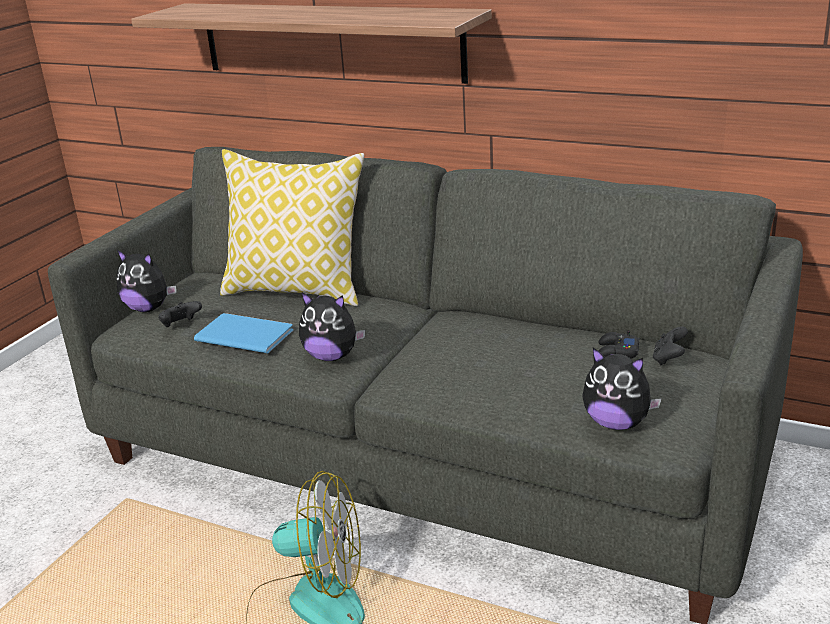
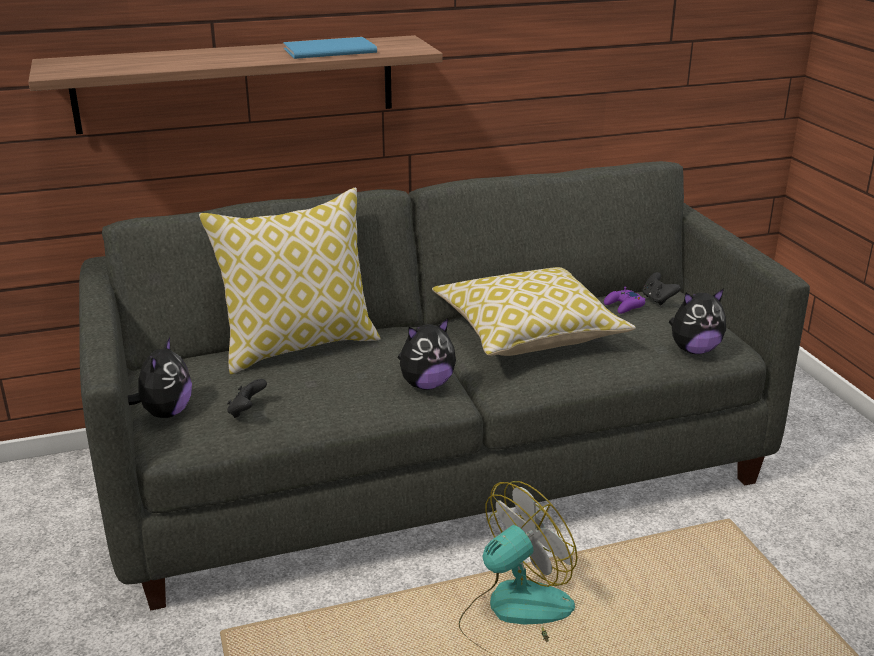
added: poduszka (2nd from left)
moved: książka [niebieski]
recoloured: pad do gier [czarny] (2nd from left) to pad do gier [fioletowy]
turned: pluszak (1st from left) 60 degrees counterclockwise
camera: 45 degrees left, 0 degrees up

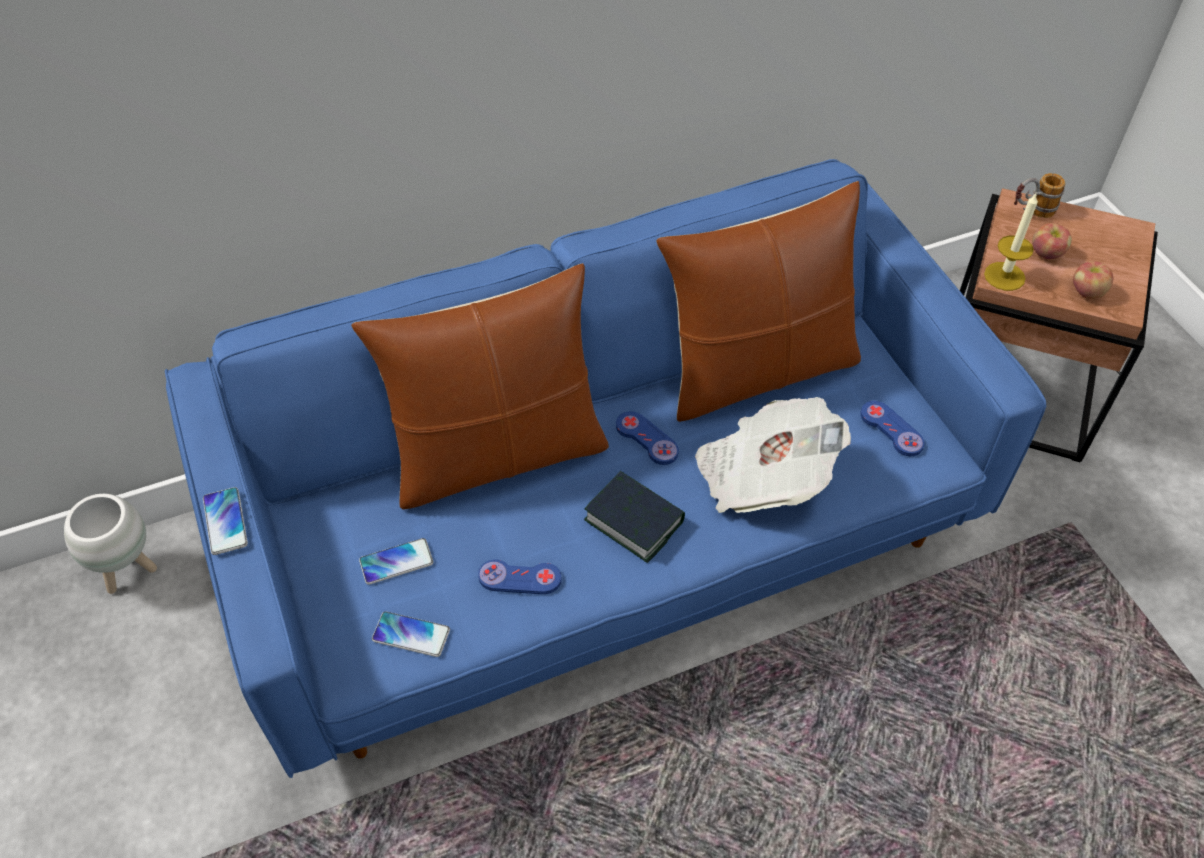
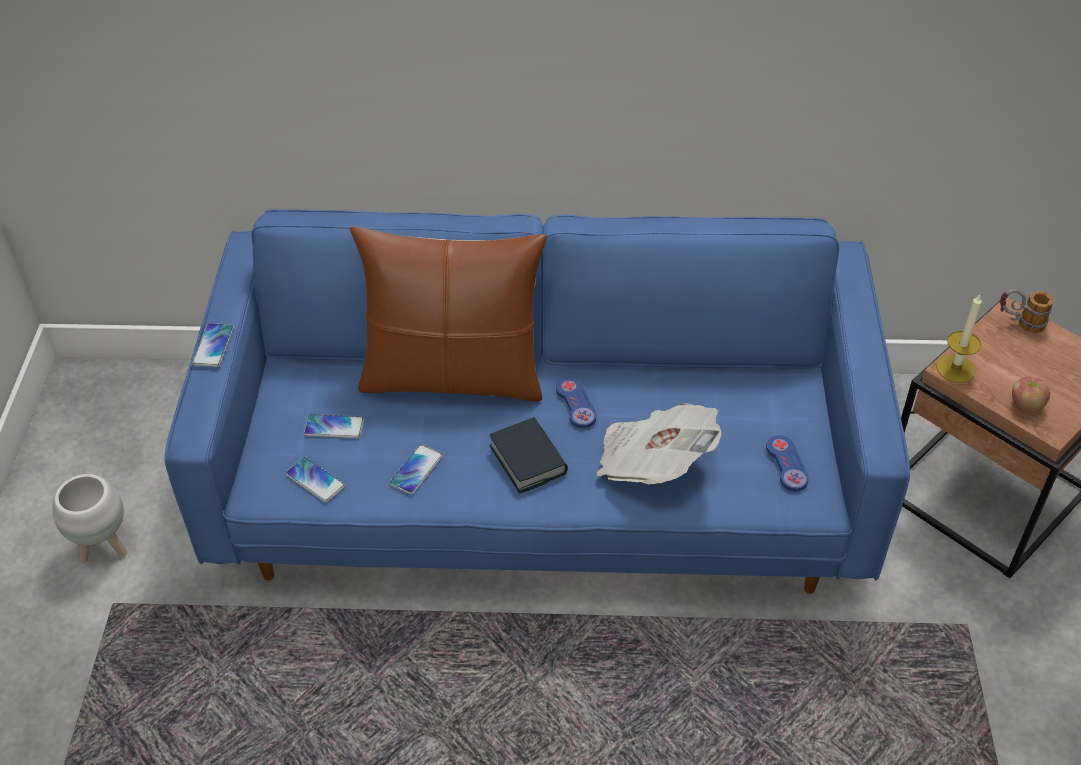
removed: poduszka [brązowy] (2nd from left); jabłko (1st from left)
moved: donica [biały]
replaced: pad do gier [niebieski] (1st from left) to telefon (4th from left)
camera: 25 degrees right, 5 degrees down

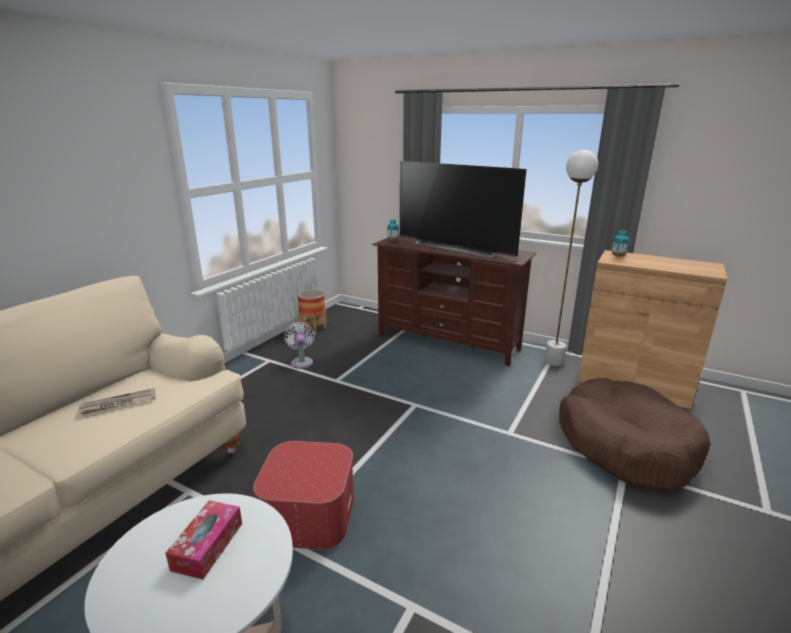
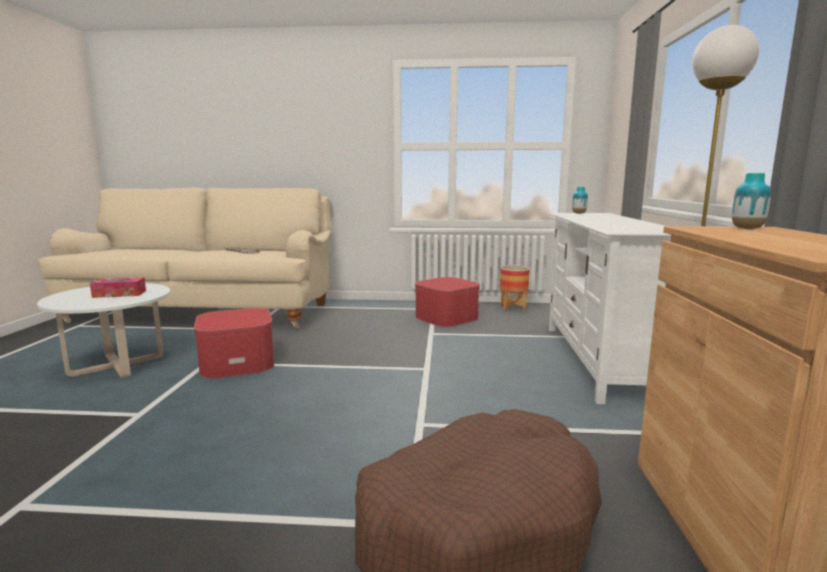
removed: telewizor
replaced: wentylator [biały] to pufa (2nd from left)
recoloured: szafka pod telewizor [brązowy] to szafka pod telewizor [biały]
camera: 65 degrees right, 10 degrees down

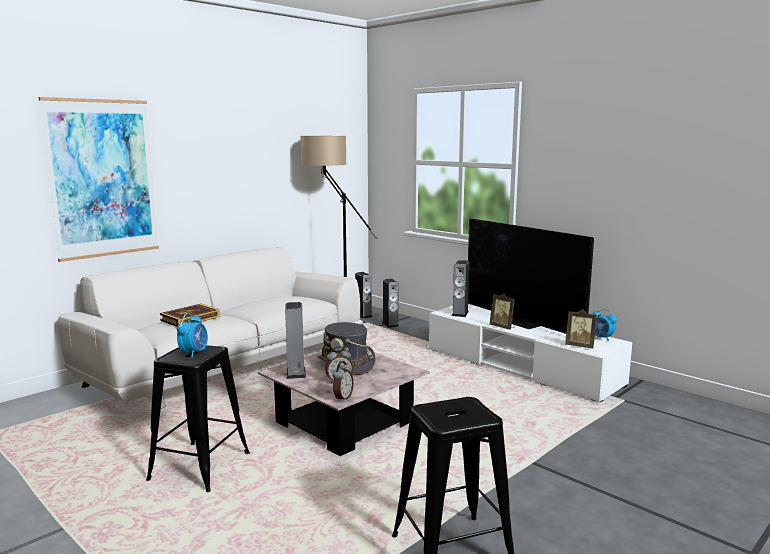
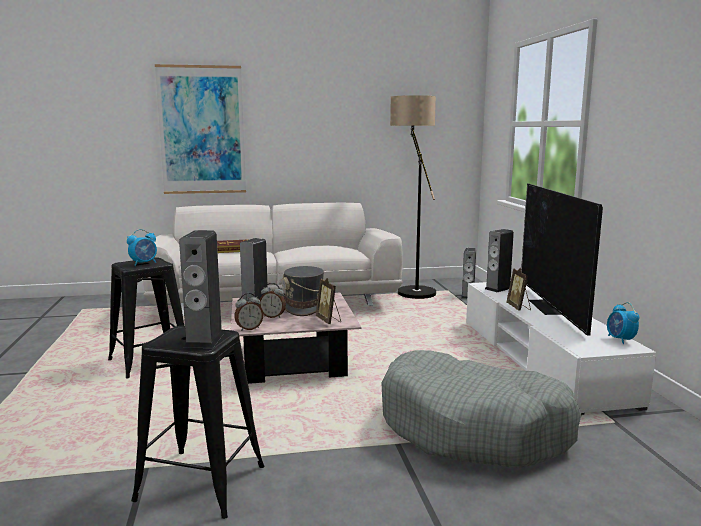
added: legowisko [szary]
moved: głośnik (2nd from left in the first image) to głośnik (1st from left); ramka na zdjęcie (2nd from left in the first image) to ramka na zdjęcie (1st from left)
camera: 35 degrees right, 0 degrees up

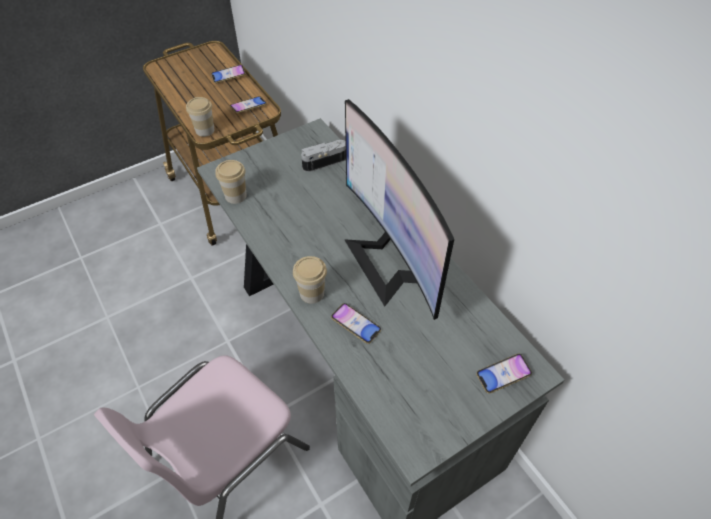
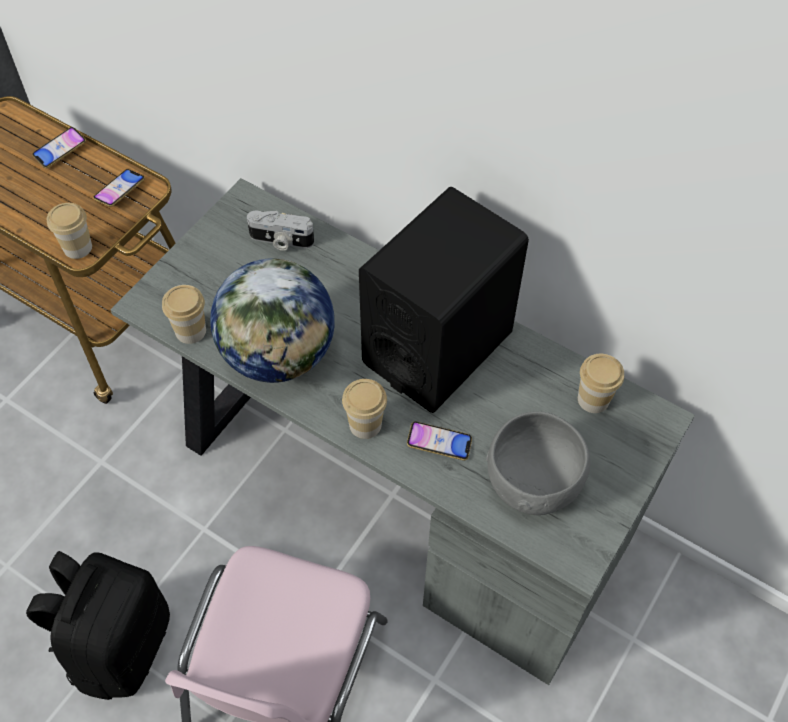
removed: telefon (4th from left)
added: plecak [czarny]; globus; miska [szary]; filiżanka (4th from left)
replaced: monitor to głośnik [czarny]
turned: aparat fotograficzny 120 degrees counterclockwise
camera: 25 degrees left, 5 degrees up

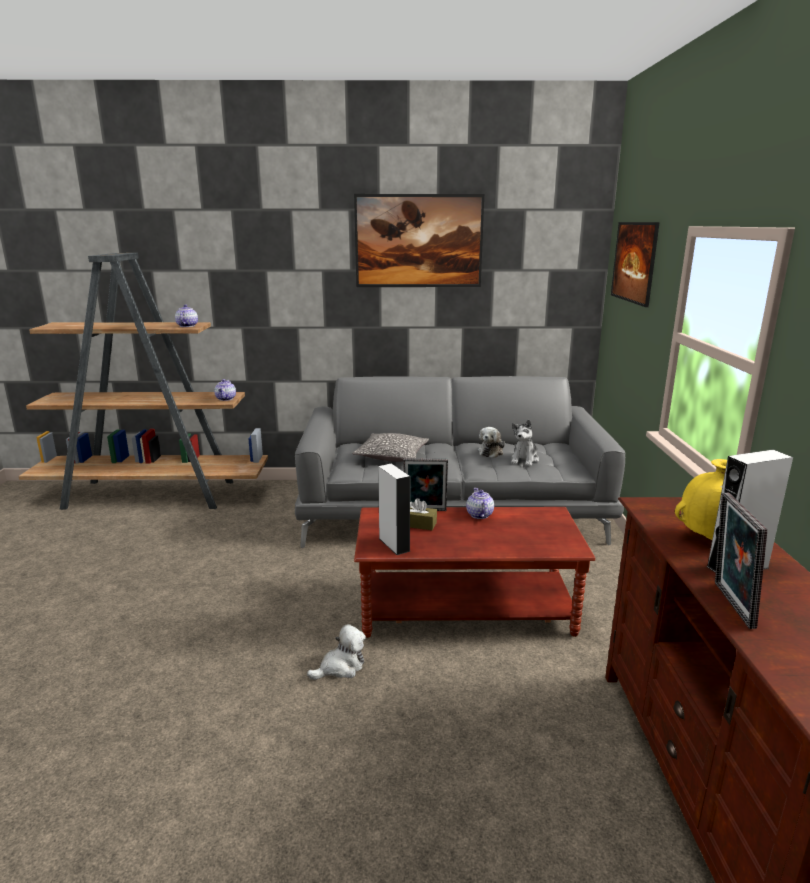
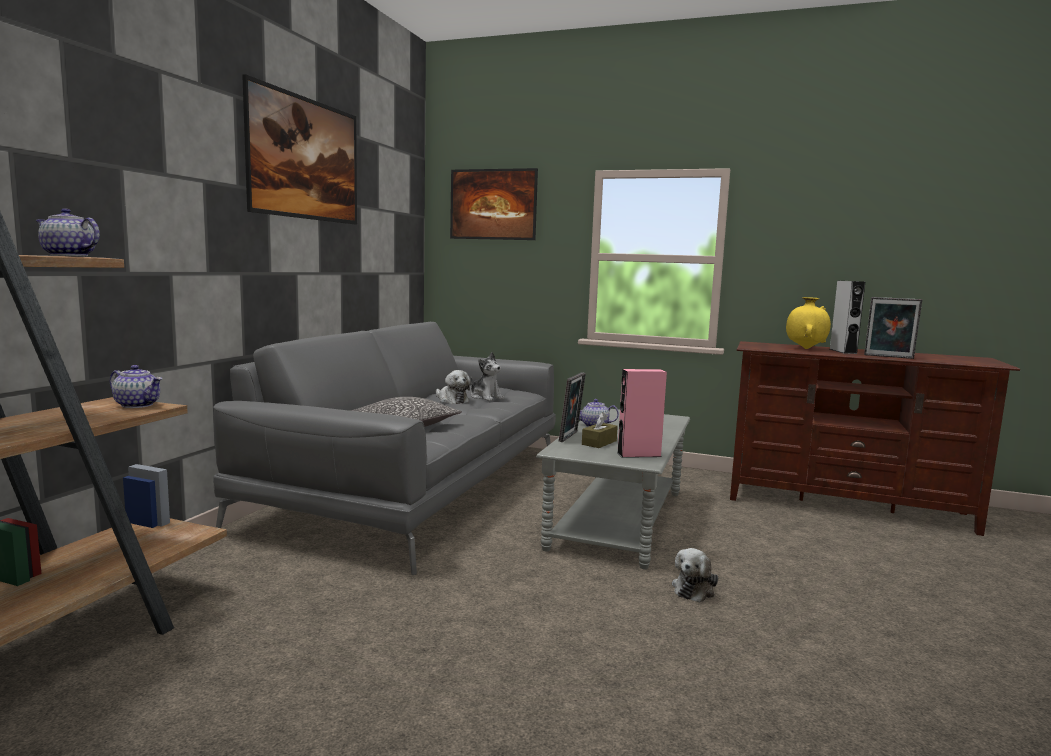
recoloured: ława [brązowy] to ława [szary]; głośnik [szary] (1st from left) to głośnik [różowy]
turned: pluszak (1st from left in the first image) 135 degrees counterclockwise
camera: 70 degrees left, 10 degrees down

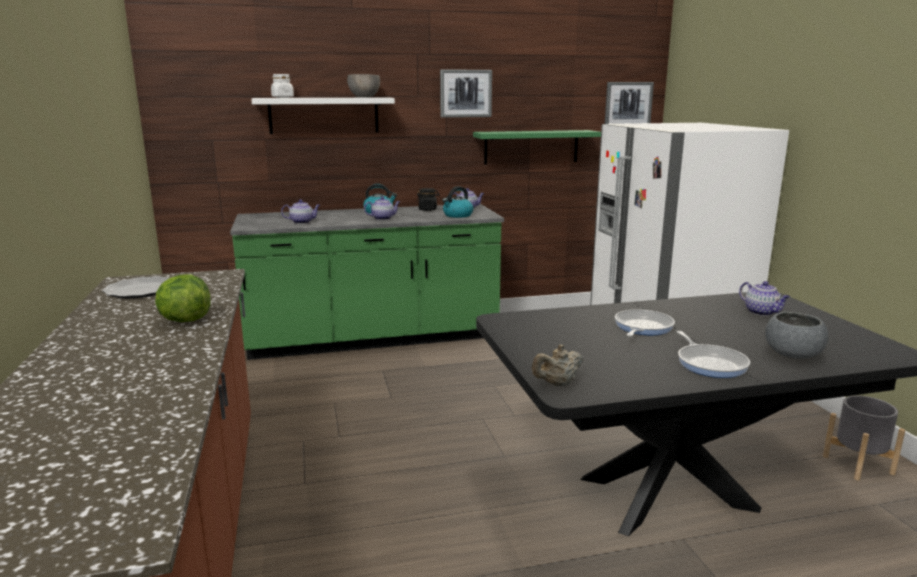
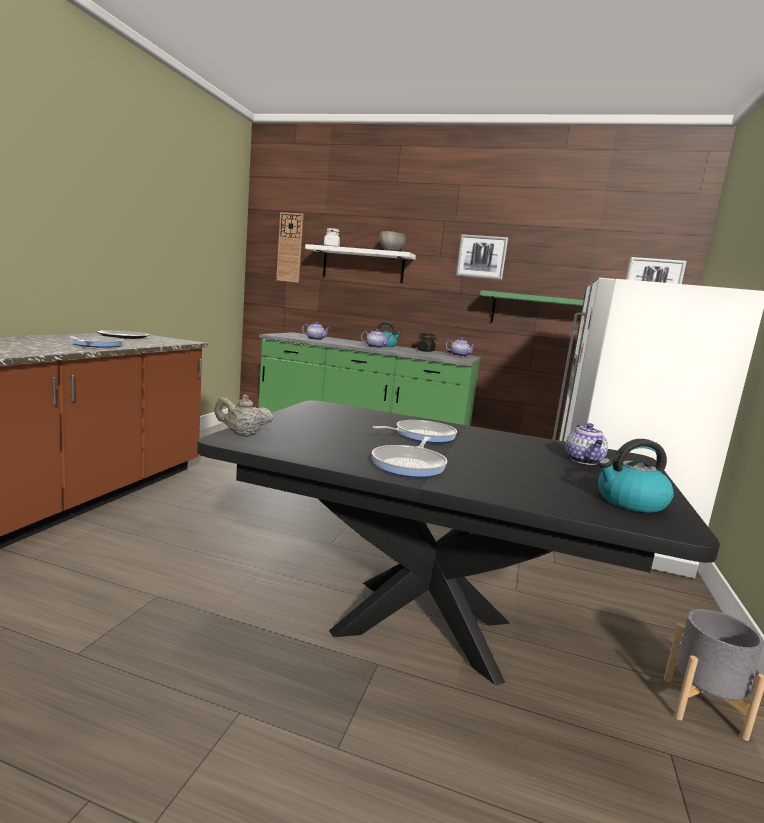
removed: miska [szary] (2nd from left)
added: zegar ścienny
moved: czajnik (2nd from left)
replaced: sałata to patelnia (1st from left)
camera: 30 degrees right, 5 degrees down

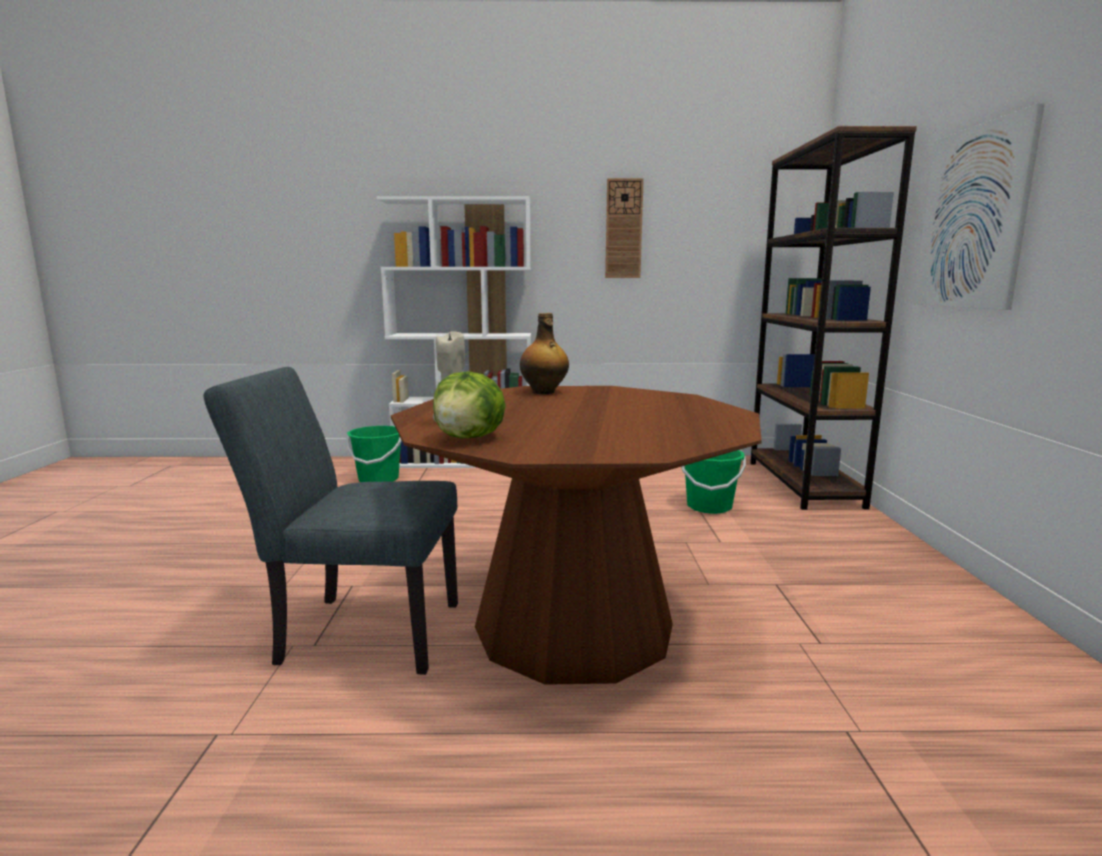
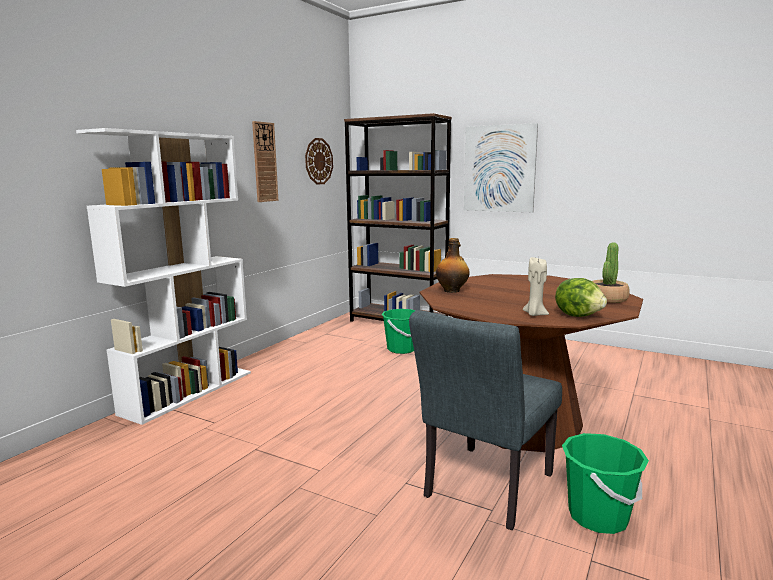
added: zegar ścienny (2nd from left); roślina doniczkowa
moved: wiadro [zielony] (1st from left in the first image) to wiadro [zielony] (2nd from left)
camera: 60 degrees left, 0 degrees up

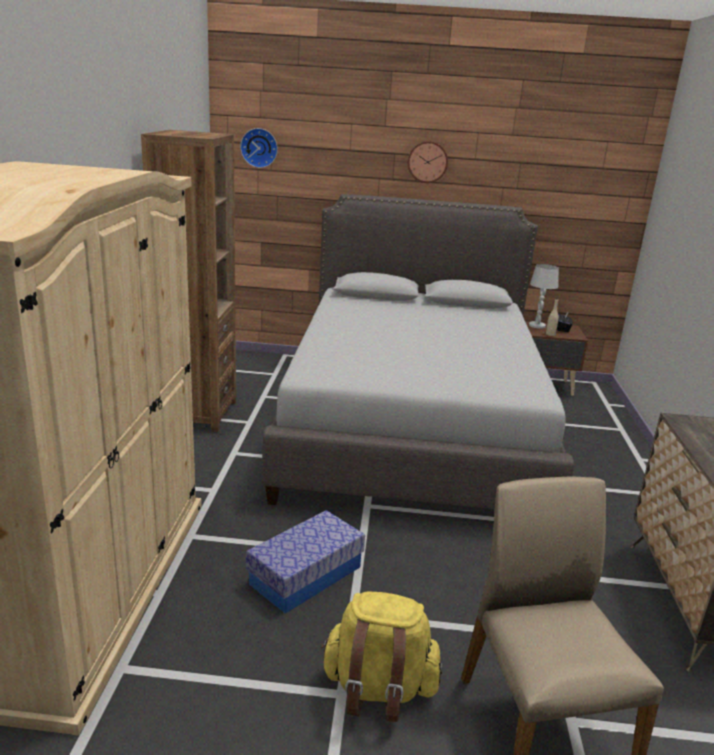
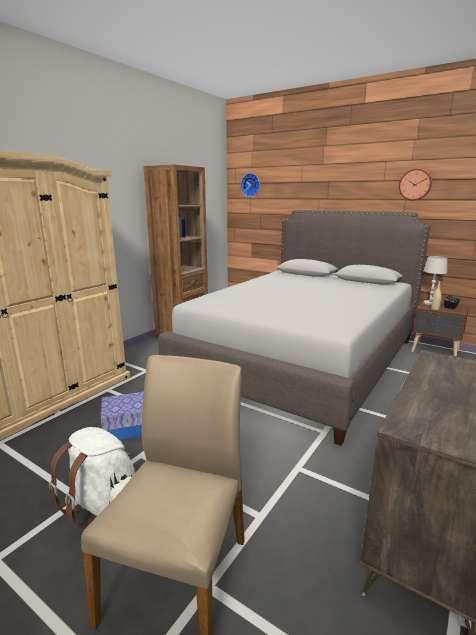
moved: zegar ścienny (2nd from left)
recoloured: plecak [żółty] to plecak [biały]
camera: 30 degrees right, 5 degrees down

